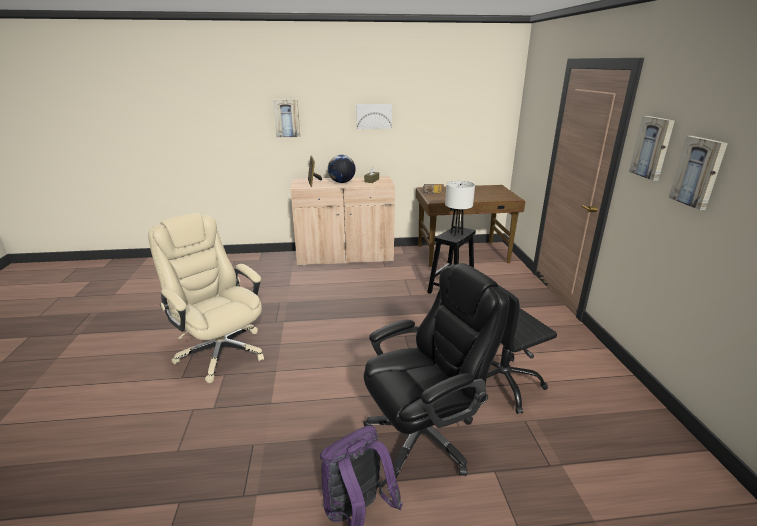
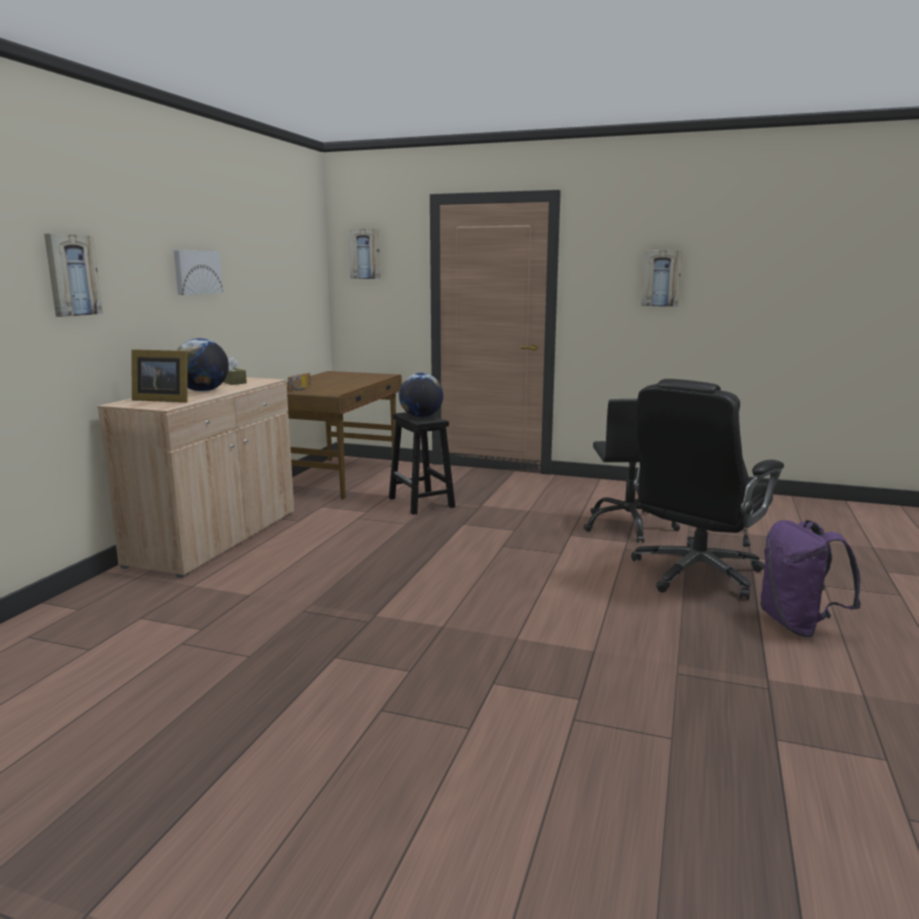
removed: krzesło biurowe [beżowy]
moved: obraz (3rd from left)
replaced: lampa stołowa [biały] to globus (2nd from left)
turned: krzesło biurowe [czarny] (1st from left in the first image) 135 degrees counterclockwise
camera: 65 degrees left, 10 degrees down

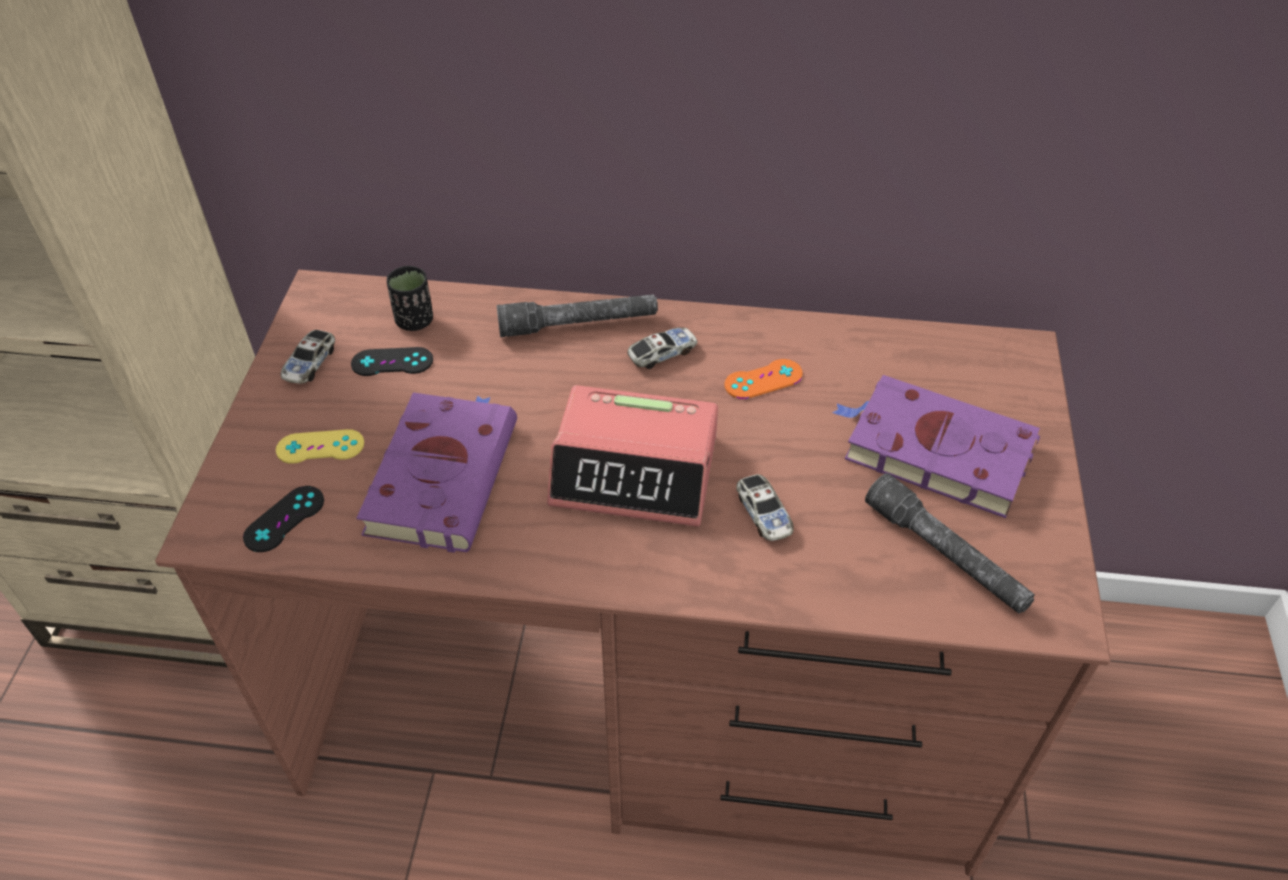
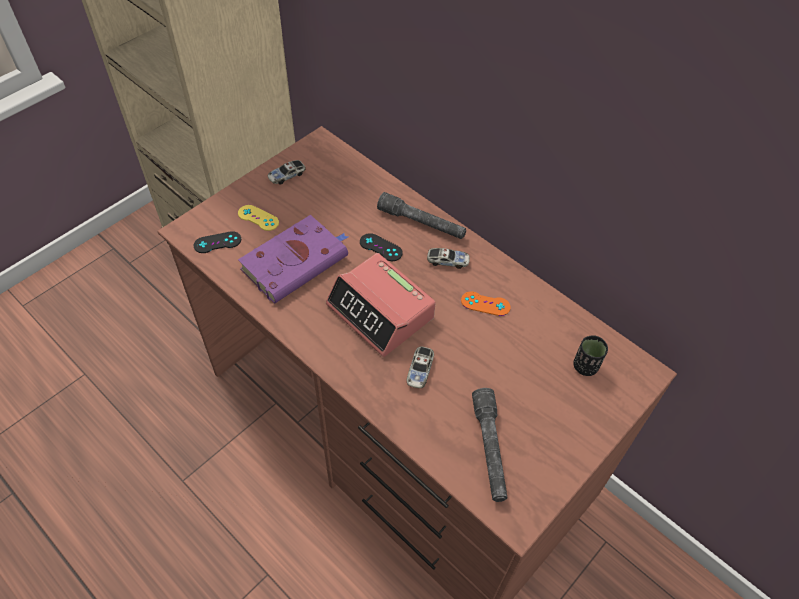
removed: książka [fioletowy] (2nd from left)
moved: pad do gier [czarny] (2nd from left); filiżanka [czarny]
camera: 35 degrees right, 5 degrees up

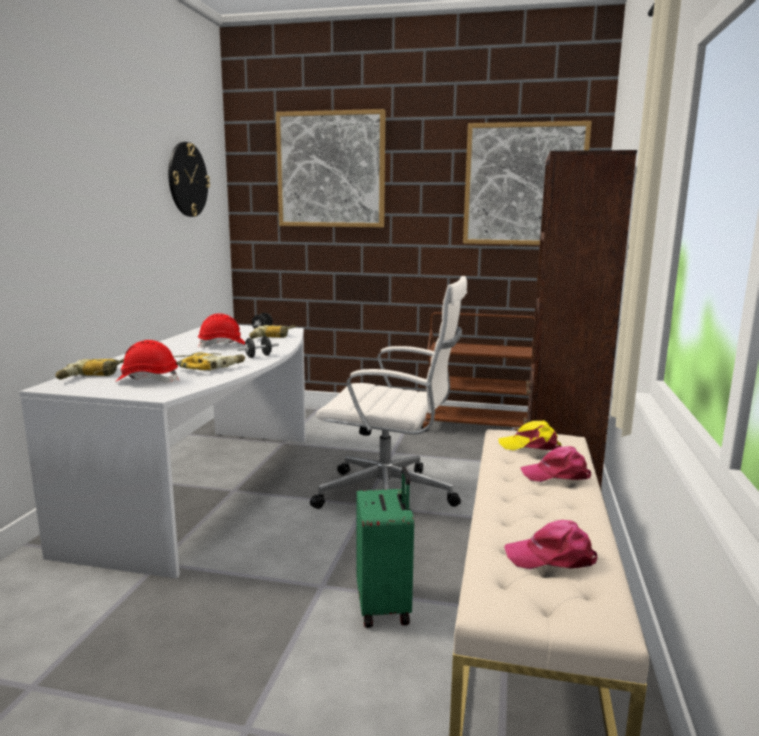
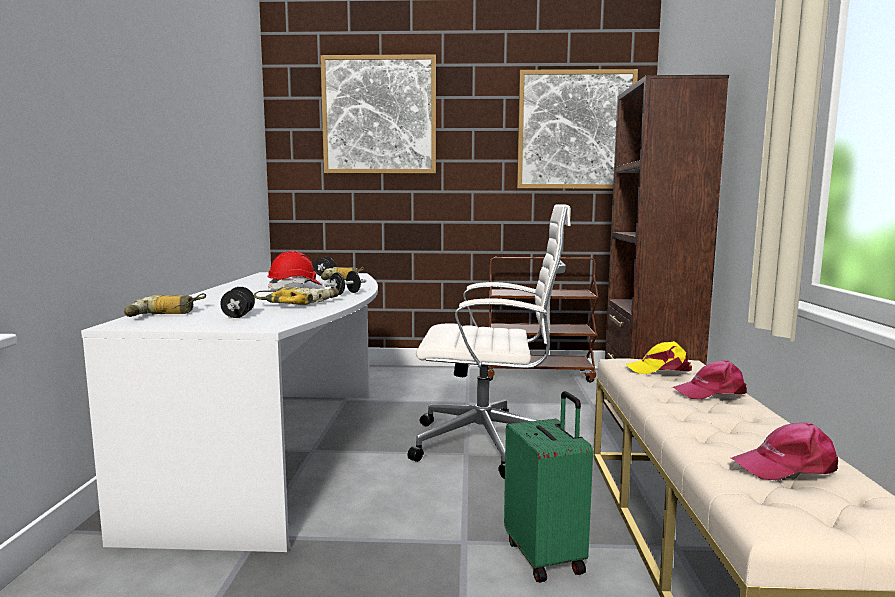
removed: zegar ścienny
replaced: kask [czerwony] (1st from left) to hantel [czarny] (1st from left)
camera: 10 degrees left, 5 degrees down

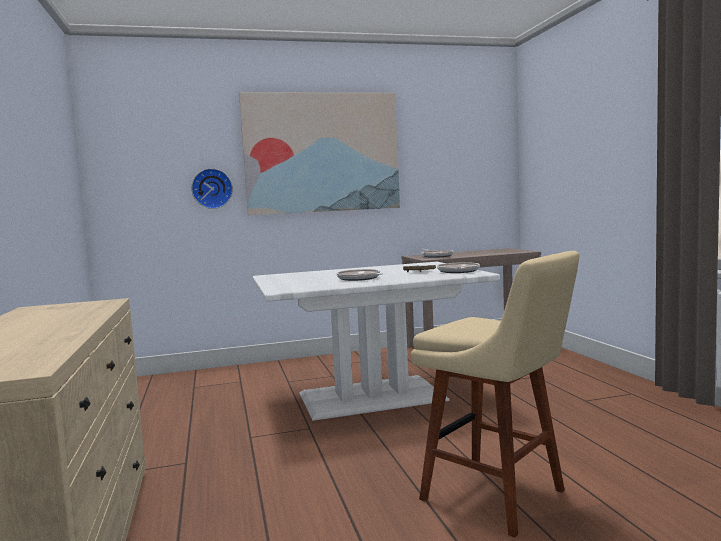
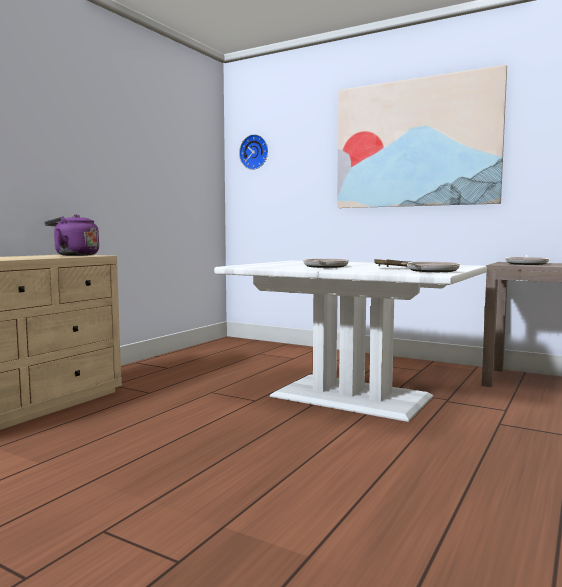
removed: stołek [beżowy]
added: czajnik [fioletowy]
moved: zegar ścienny
camera: 45 degrees right, 0 degrees up

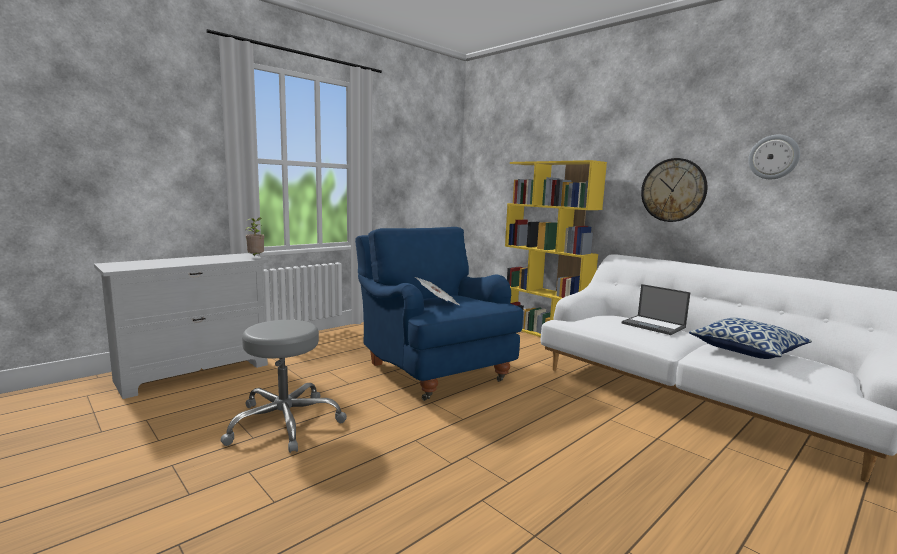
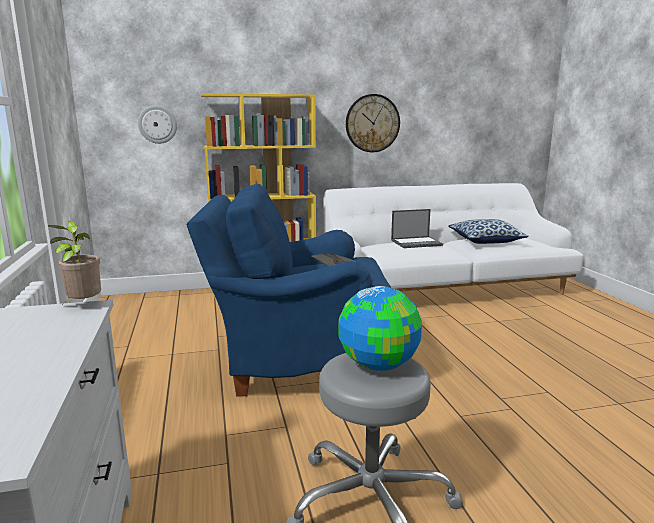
added: globus
moved: zegar ścienny (2nd from left in the first image) to zegar ścienny (1st from left)
camera: 60 degrees left, 5 degrees up

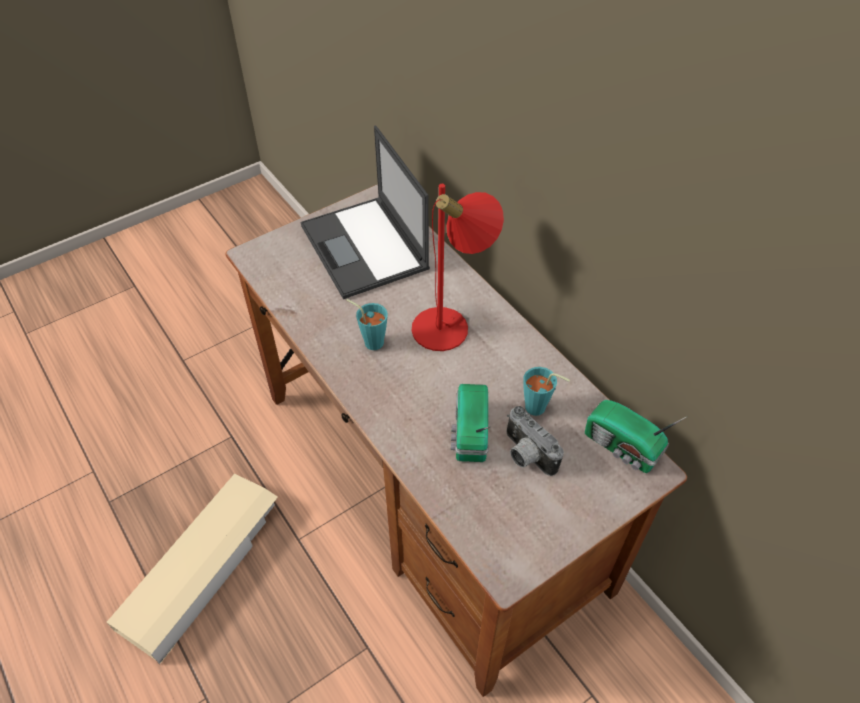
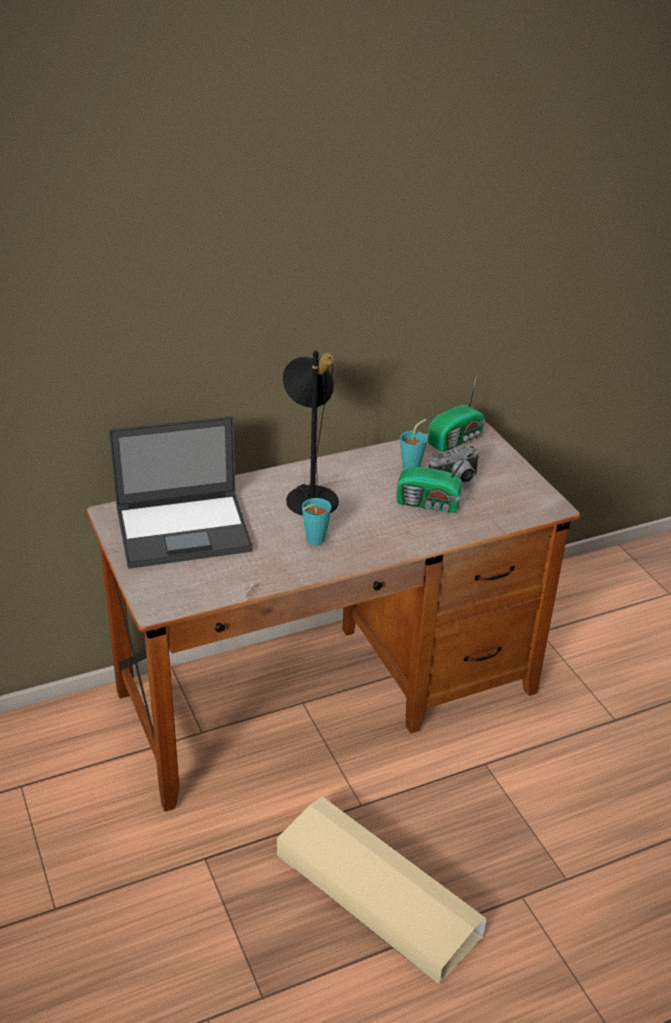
recoloured: lampa stołowa [czerwony] to lampa stołowa [czarny]
camera: 80 degrees left, 15 degrees down

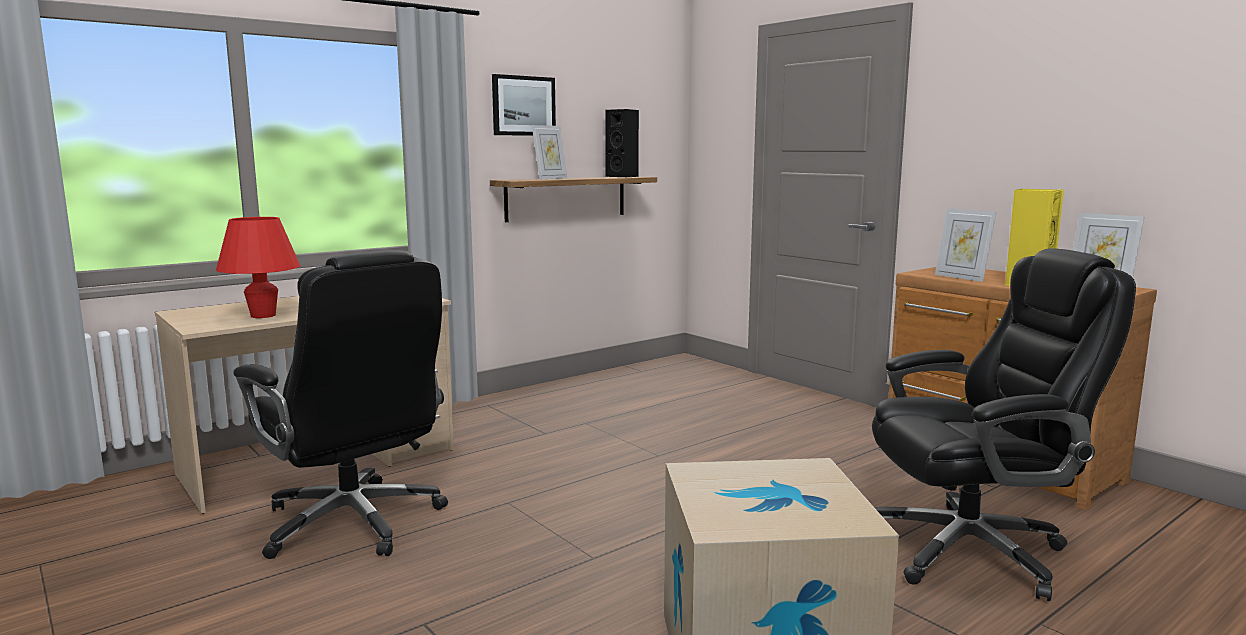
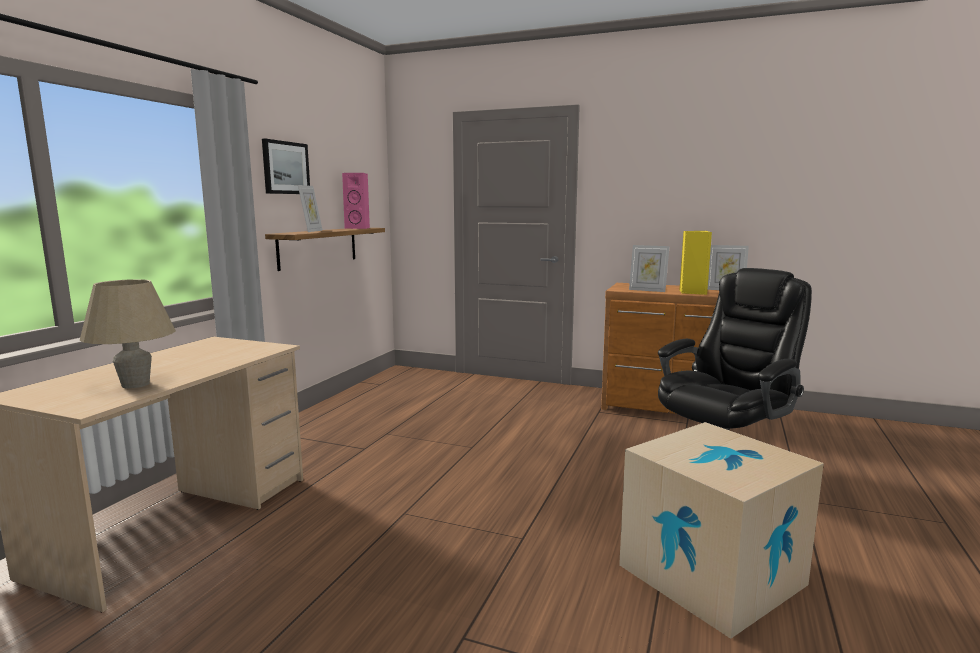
removed: krzesło biurowe [czarny] (1st from left)
recoloured: lampa stołowa [czerwony] to lampa stołowa [beżowy]; głośnik [czarny] to głośnik [różowy]
camera: 30 degrees left, 0 degrees up

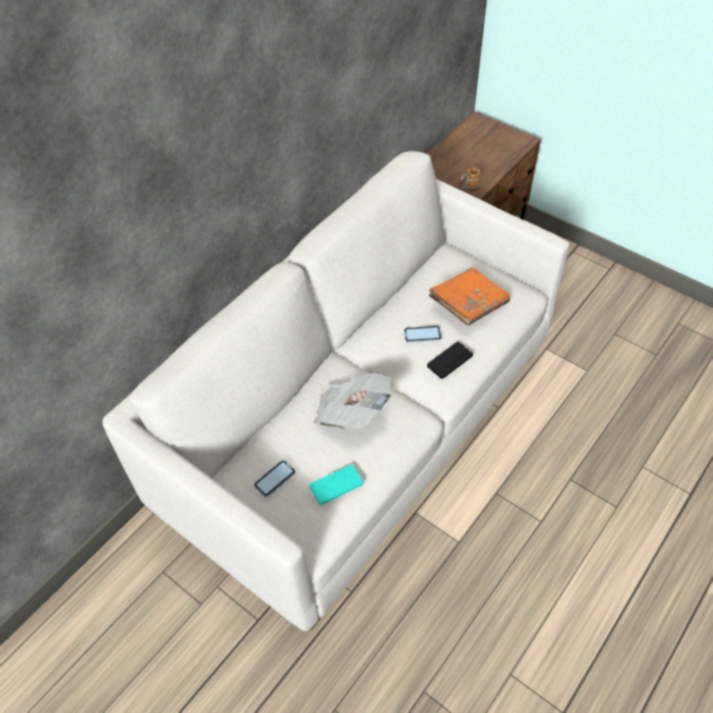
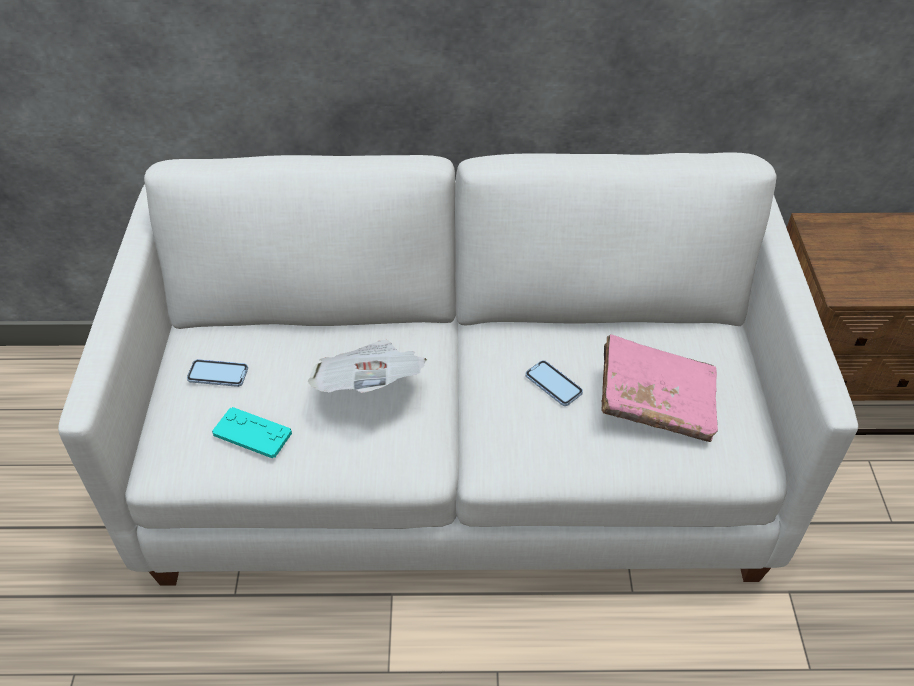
removed: pad do gier [czarny]; kubek
recoloured: książka [pomarańczowy] to książka [różowy]
camera: 50 degrees right, 5 degrees down

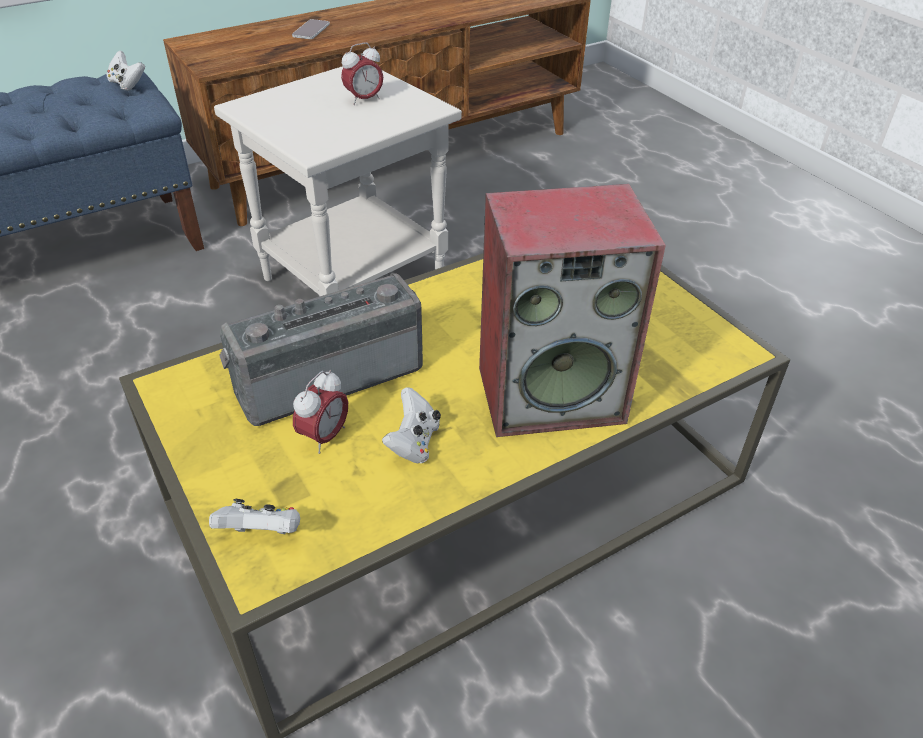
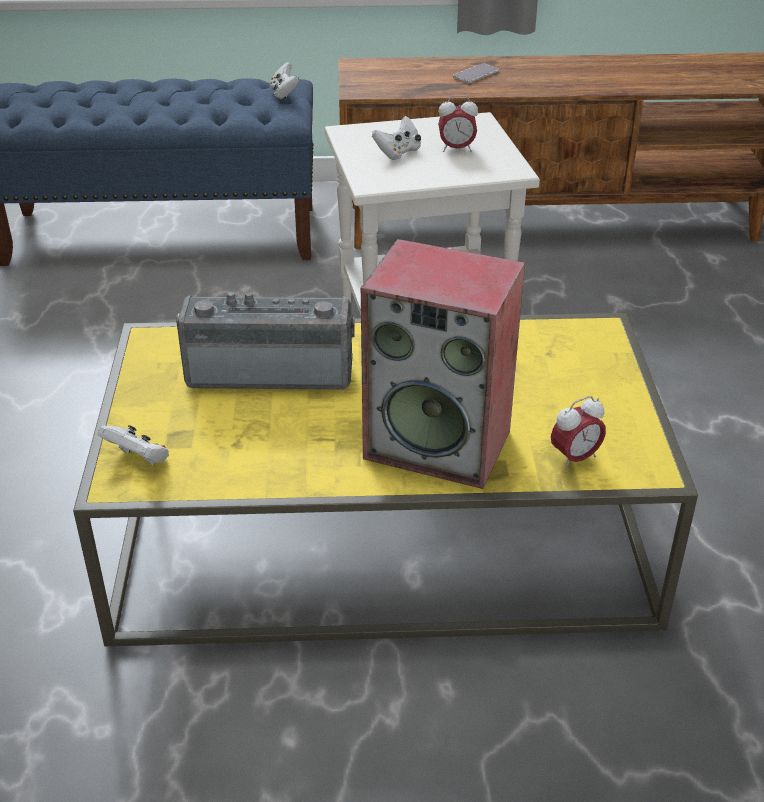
moved: budzik (1st from left in the first image) to budzik (2nd from left); pad do gier [biały] (3rd from left)
camera: 30 degrees right, 5 degrees down

